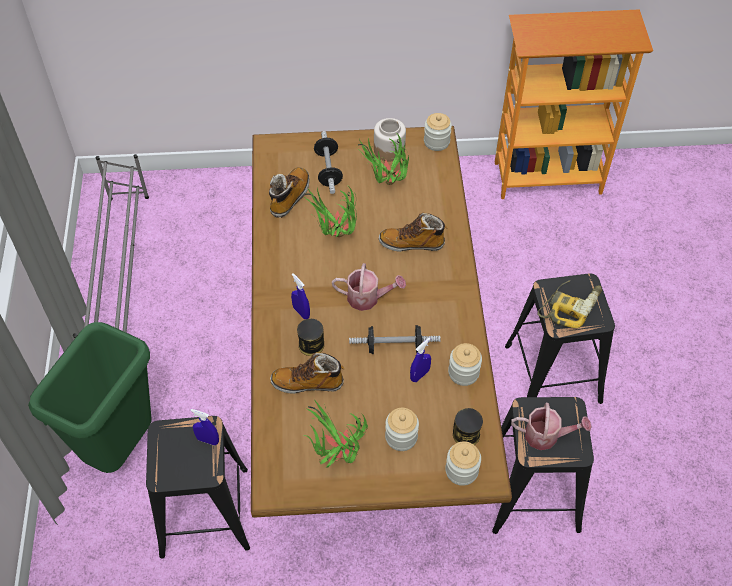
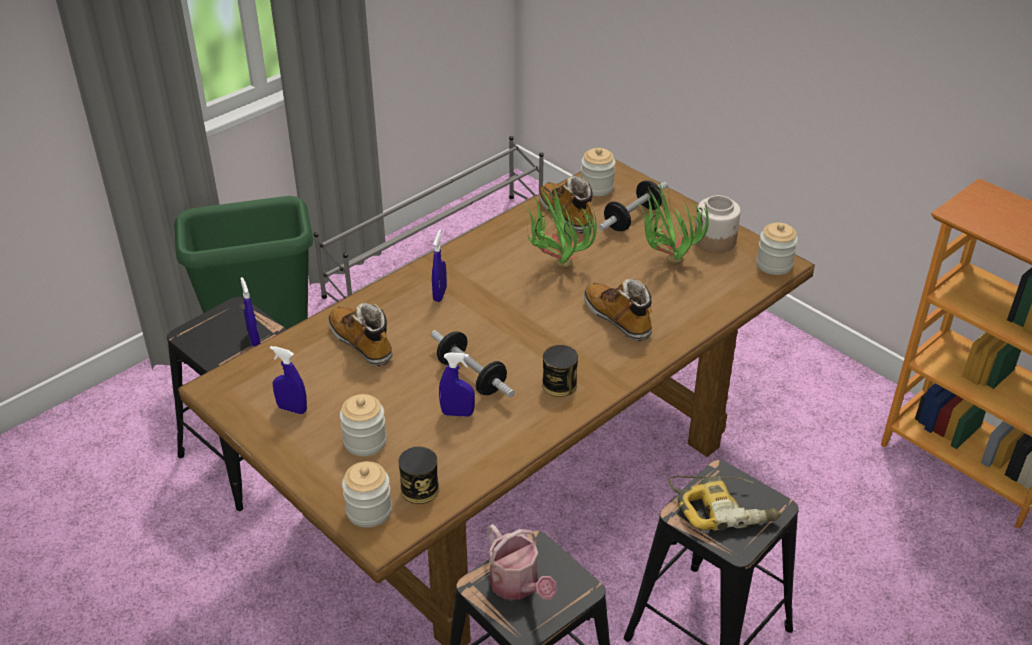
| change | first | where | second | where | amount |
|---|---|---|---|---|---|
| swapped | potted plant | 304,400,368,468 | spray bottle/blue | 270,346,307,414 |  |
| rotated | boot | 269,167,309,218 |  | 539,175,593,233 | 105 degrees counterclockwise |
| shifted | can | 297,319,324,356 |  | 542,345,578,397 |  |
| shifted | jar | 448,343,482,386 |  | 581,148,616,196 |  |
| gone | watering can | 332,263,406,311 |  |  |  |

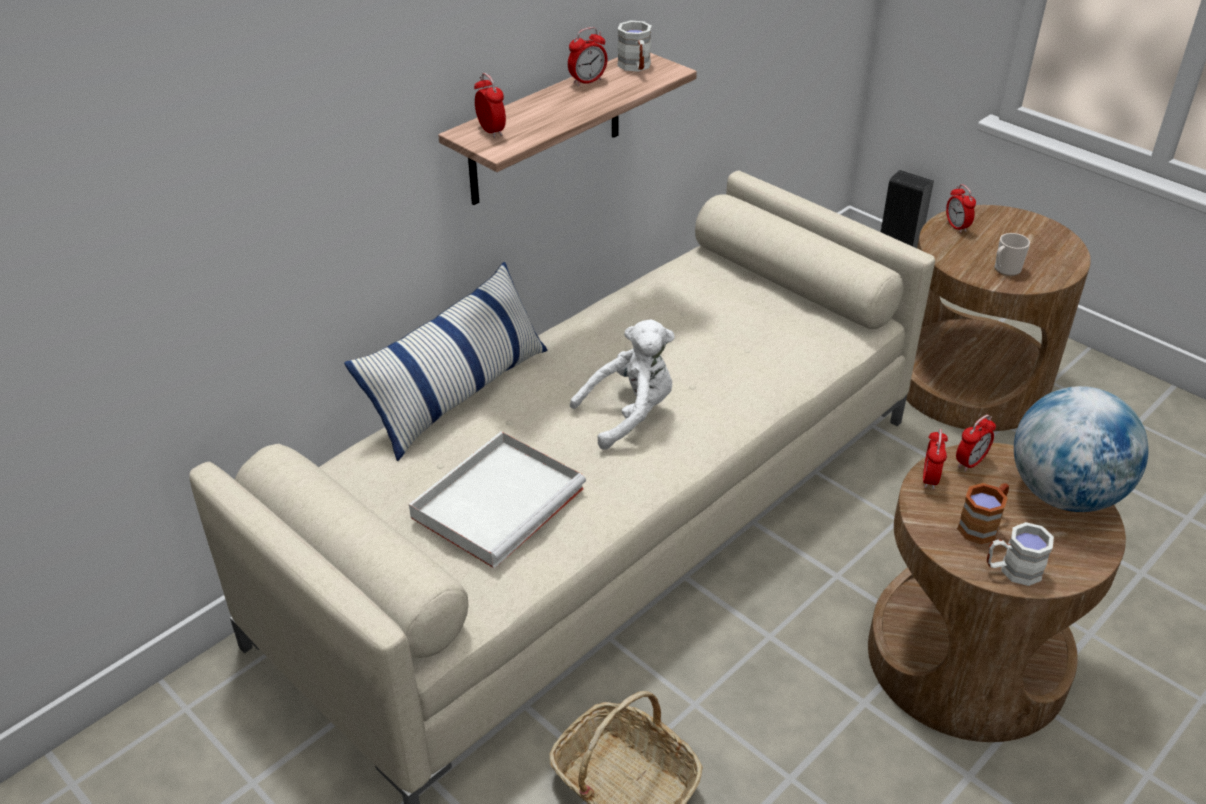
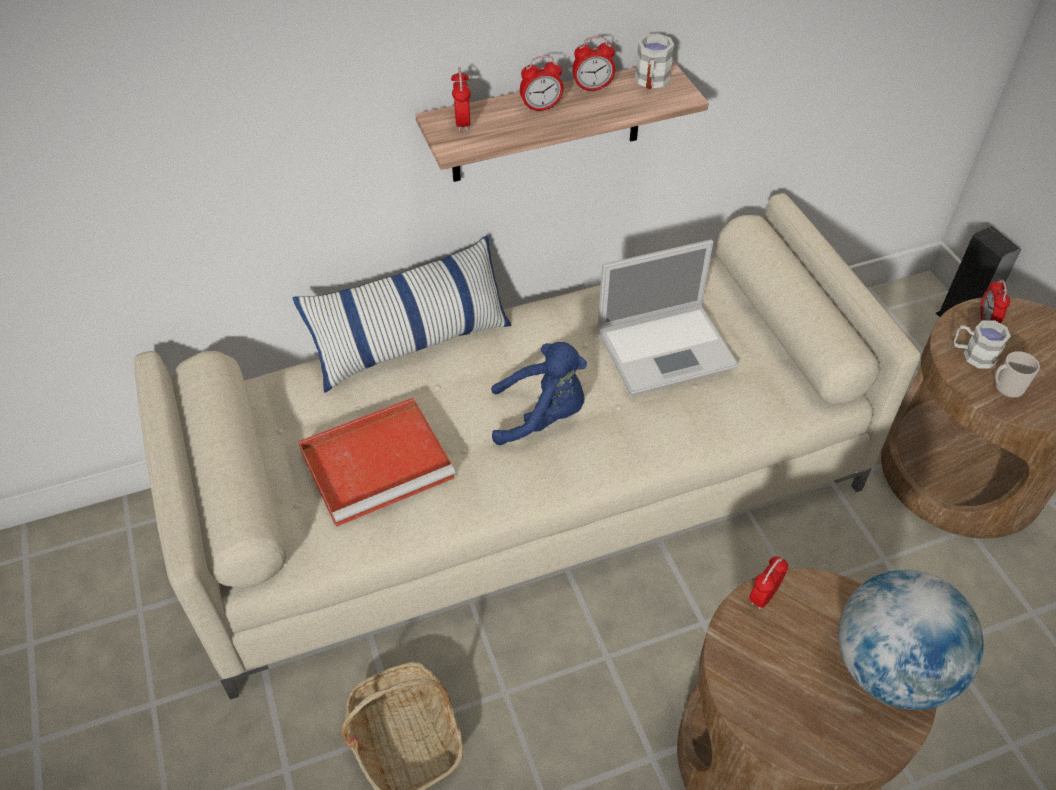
| change | first | where | second | where | amount |
|---|---|---|---|---|---|
| repainted | tray/white | 409,431,586,569 | tray/red | 298,397,455,527 |  |
| repainted | plush toy/white | 570,319,675,450 | plush toy/blue | 491,342,587,445 |  |
| shifted | alarm clock | 956,415,996,472 |  | 520,56,564,113 |  |
| new |  |  | laptop | 598,239,739,395 |  |
| shifted | mug/white | 987,522,1054,586 |  | 953,320,1011,369 |  |
| gone | mug/brown | 957,483,1009,544 |  |  |  |

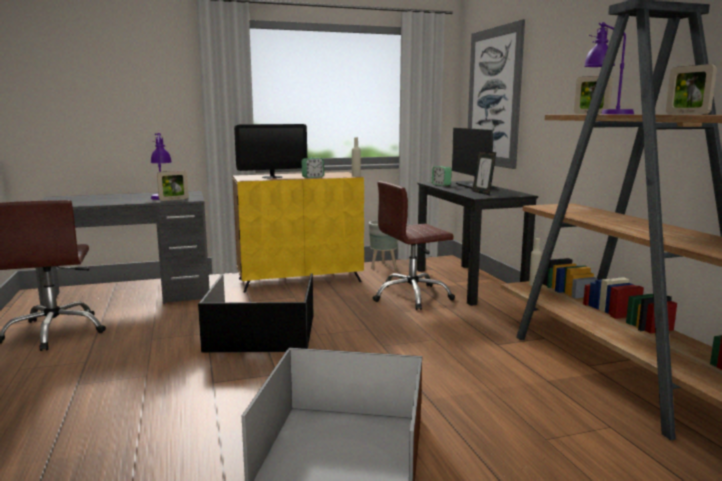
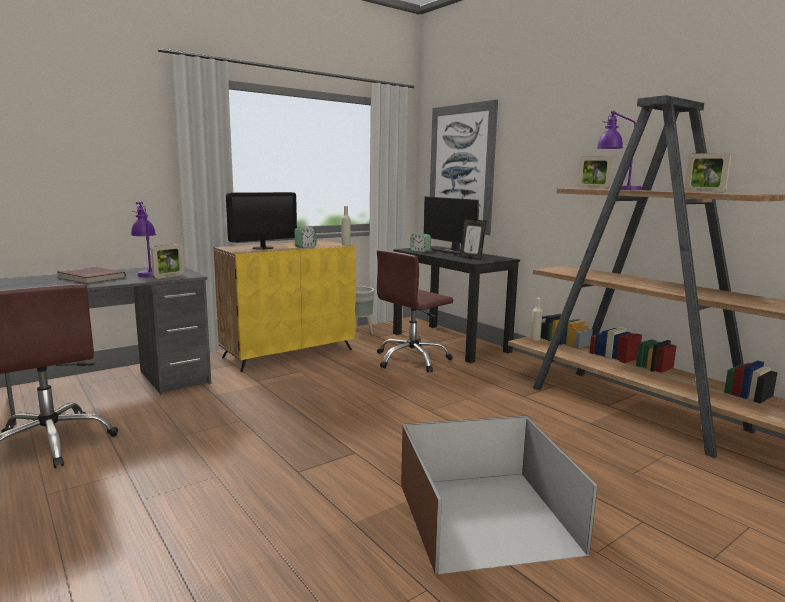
| change | first | where | second | where | amount |
|---|---|---|---|---|---|
| new |  |  | book/red | 57,267,126,284 |  |
| gone | storage box/black | 198,273,314,353 |  |  |  |

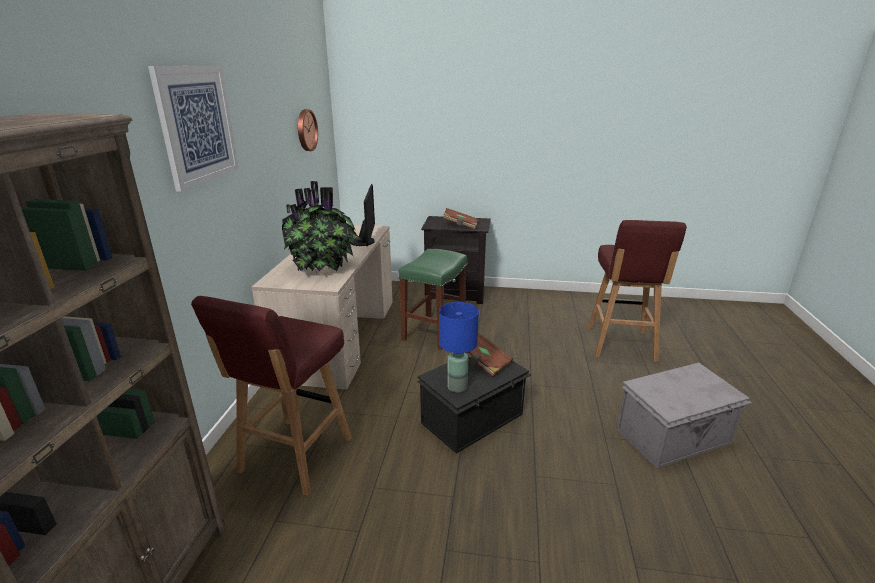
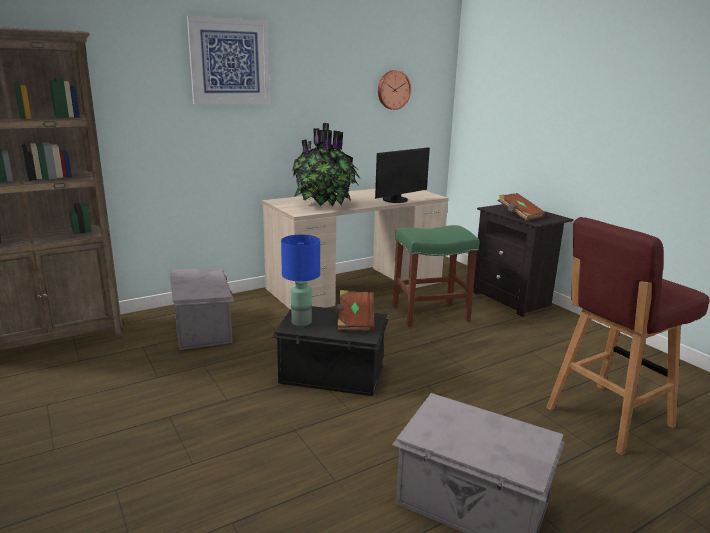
| change | first | where | second | where | amount |
|---|---|---|---|---|---|
| swapped | stool/red | 191,296,352,495 | storage box/grey | 169,267,234,350 |  |

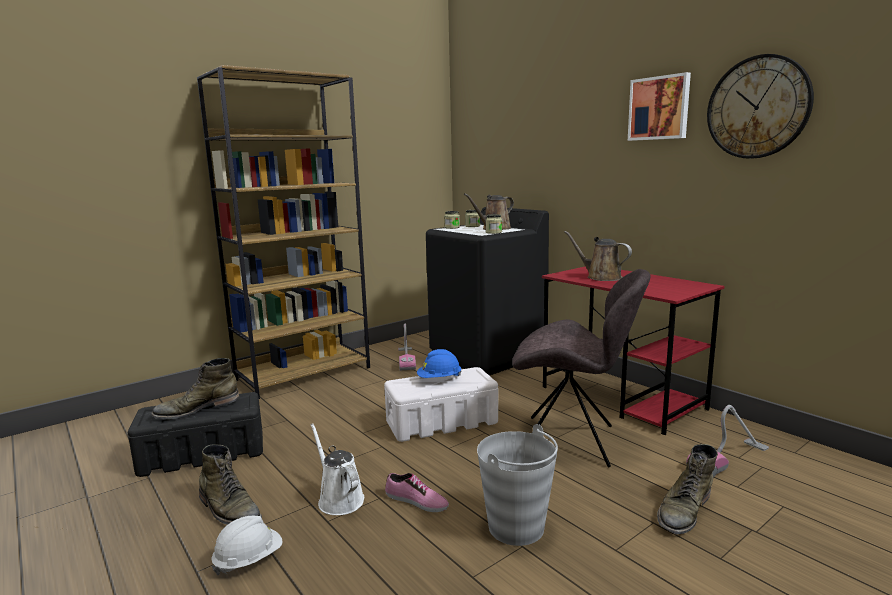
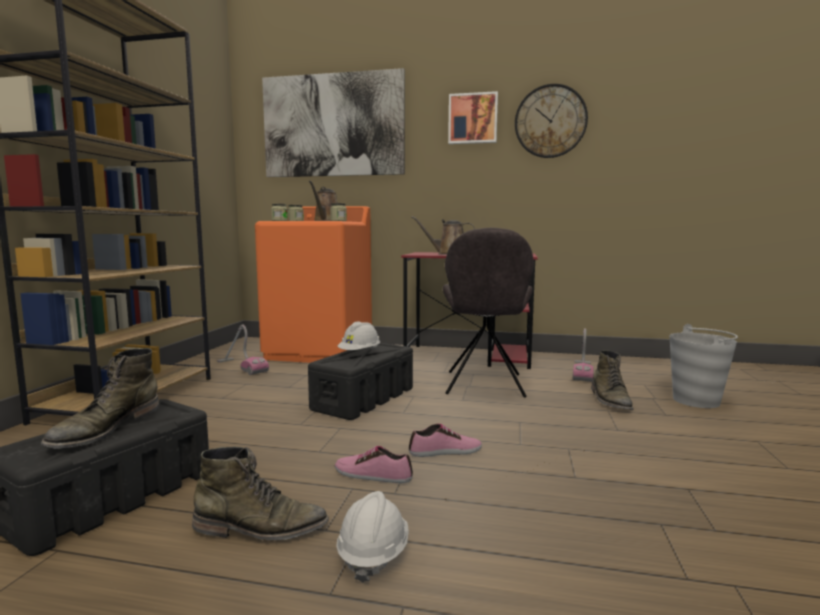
| change | first | where | second | where | amount |
|---|---|---|---|---|---|
| repainted | washing machine/black | 426,207,549,376 | washing machine/orange | 255,206,372,363 |  |
| new |  |  | picture | 262,68,405,177 |  |
| repainted | storage box/white | 384,367,498,442 | storage box/black | 308,343,413,420 |  |
| swapped | watering can/white | 311,423,364,515 | shoe | 335,446,413,483 |  |
| repainted | hard hat/blue | 417,349,462,378 | hard hat/white | 337,321,380,350 |  |
| rotated | chair/grey | 512,269,650,467 |  | 443,228,534,398 | 120 degrees clockwise |
| shifted | bucket/grey | 477,424,558,546 |  | 669,324,738,408 |  |

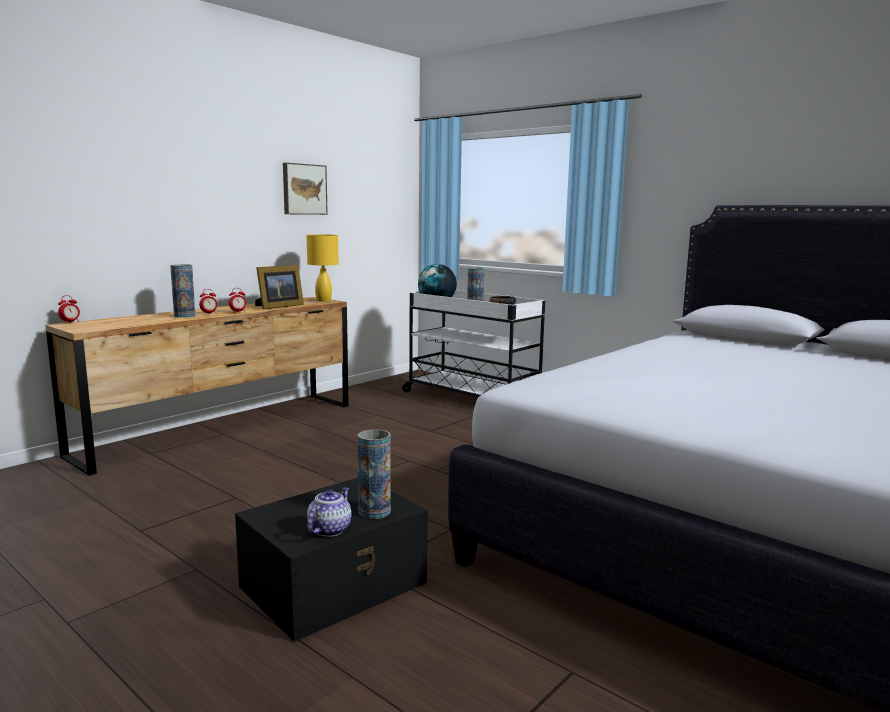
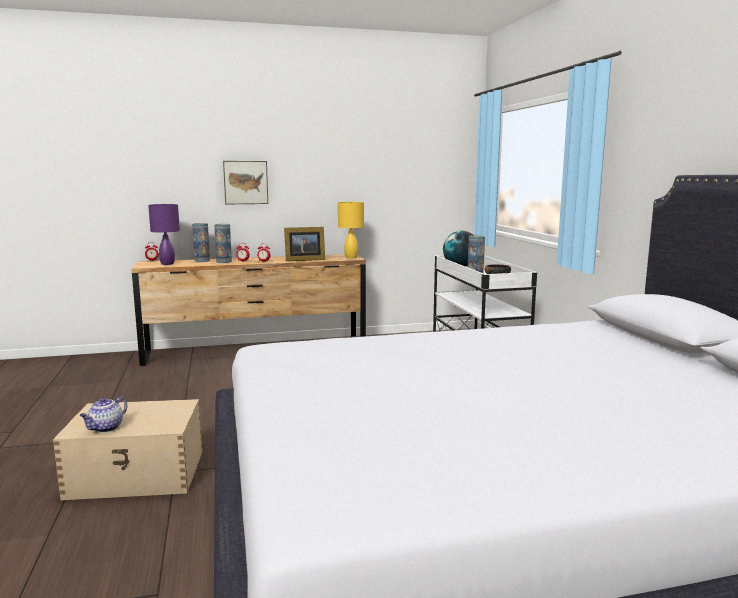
| change | first | where | second | where | amount |
|---|---|---|---|---|---|
| repainted | storage box/black | 235,478,428,642 | storage box/beige | 53,399,202,500 |  |
| rotated | teapot | 307,487,351,537 |  | 80,397,127,432 | 150 degrees clockwise |
| new |  |  | table lamp/purple | 148,204,180,265 |  |
| shifted | vase | 357,429,391,519 |  | 192,223,210,262 |  |
| shifted | picture | 283,163,328,215 |  | 223,161,268,205 |  |

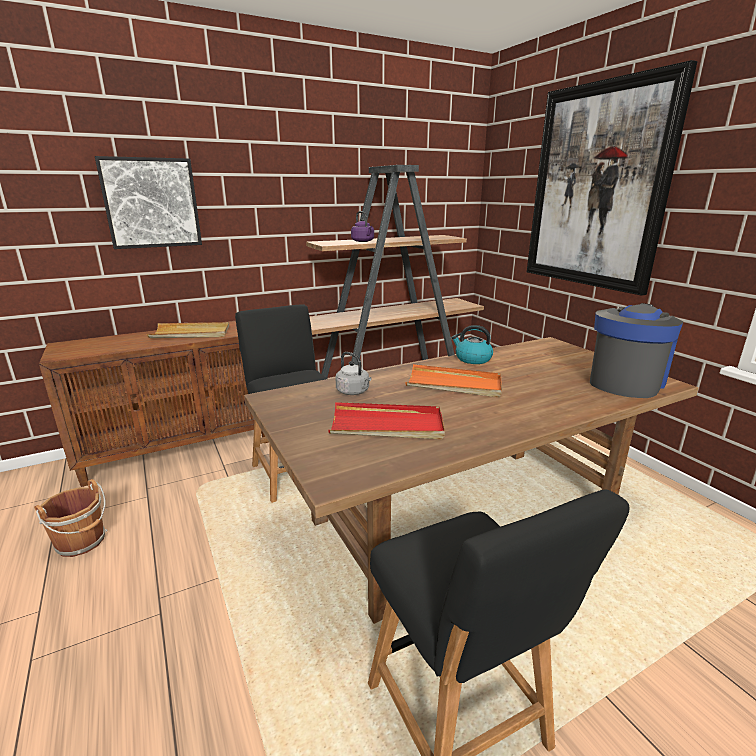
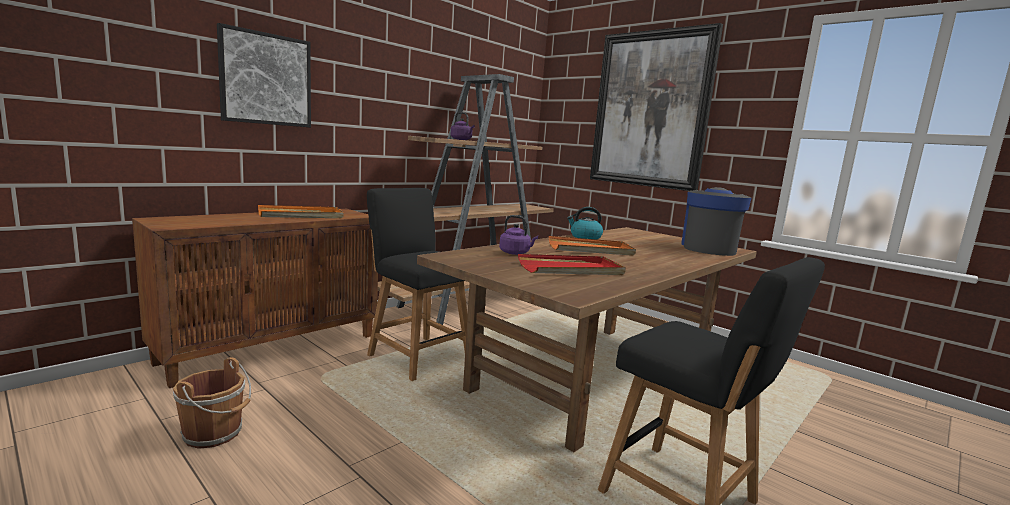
| change | first | where | second | where | amount |
|---|---|---|---|---|---|
| repainted | tray/beige | 147,322,229,338 | tray/orange | 258,205,344,218 |  |
| repainted | kettle/grey | 336,352,372,395 | kettle/purple | 499,215,538,255 |  |

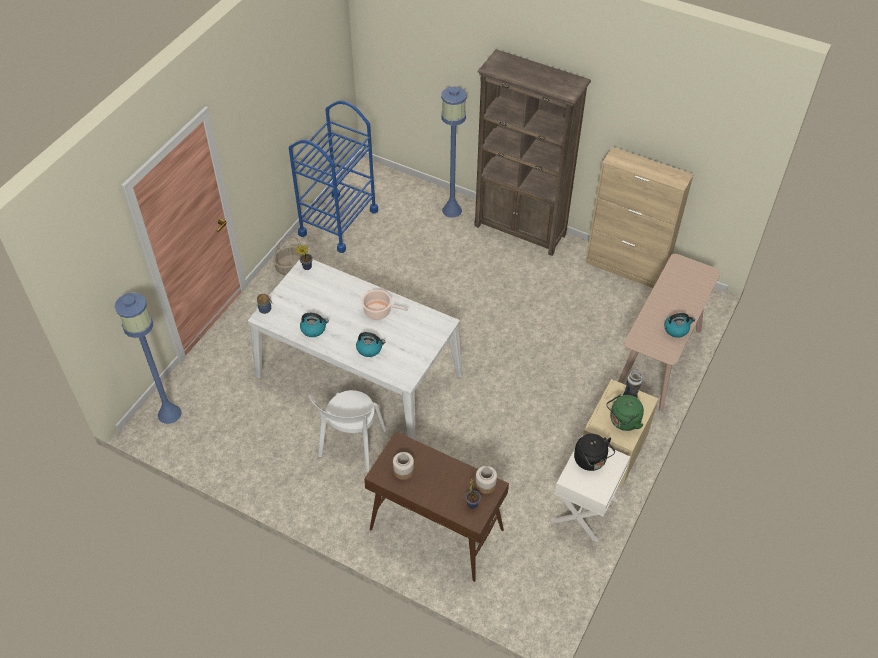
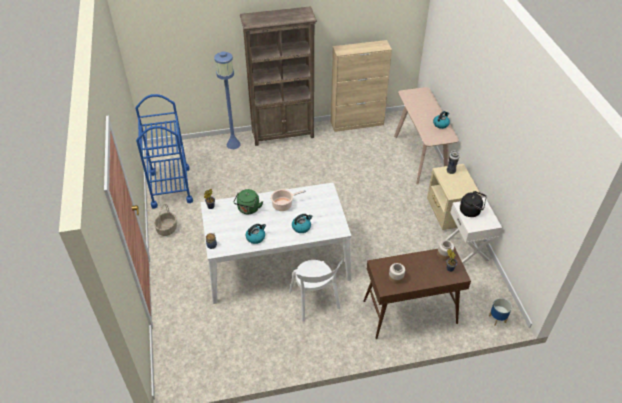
| change | first | where | second | where | amount |
|---|---|---|---|---|---|
| shifted | kettle/green | 606,394,644,431 |  | 233,189,263,214 |  |
| new |  |  | planter | 489,298,512,326 |  |
| gone | floor lamp/blue | 115,292,182,424 |  |  |  |

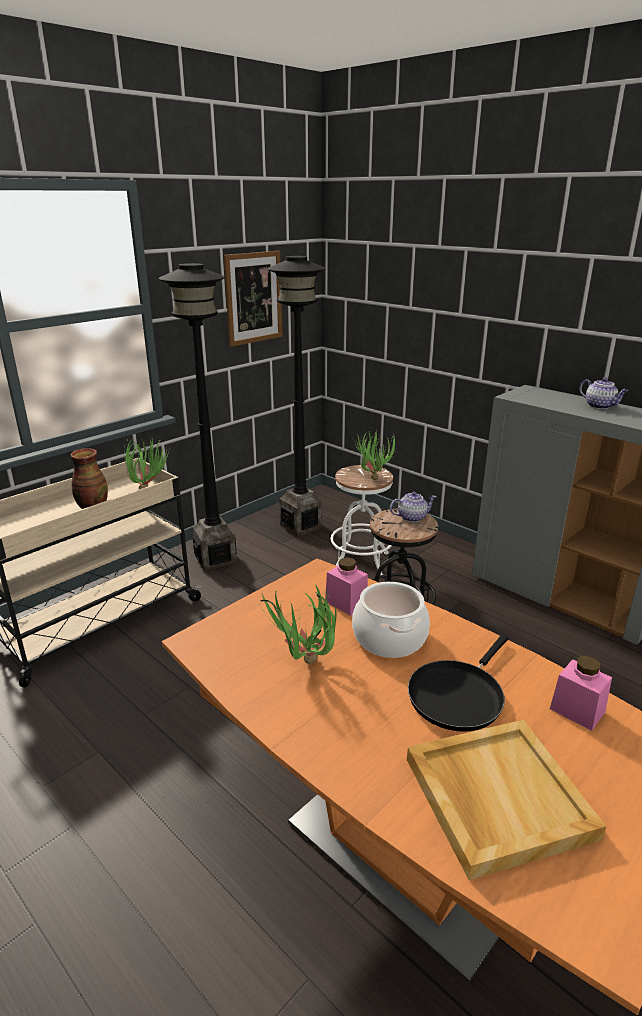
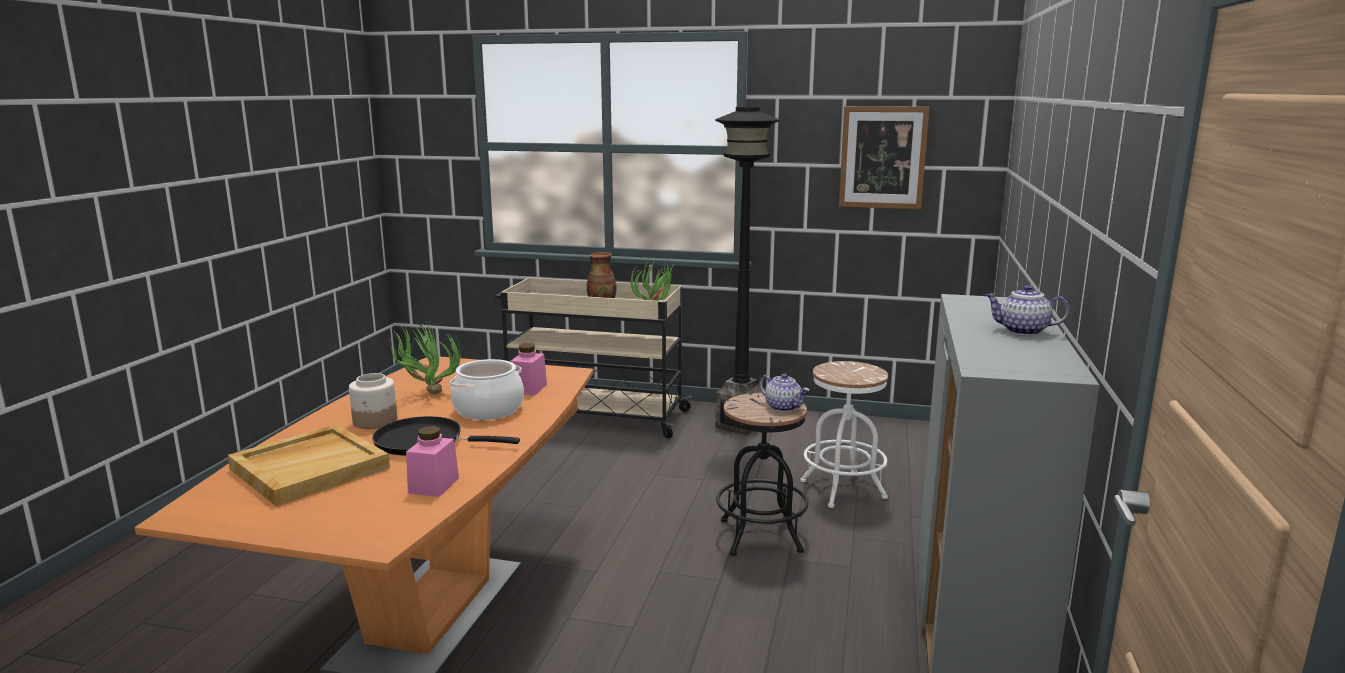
| change | first | where | second | where | amount |
|---|---|---|---|---|---|
| new |  |  | jar | 349,373,397,429 |  |
| rotated | teapot | 579,378,628,409 |  | 985,285,1070,335 | 90 degrees clockwise |
| gone | floor lamp/black | 268,256,326,537 |  |  |  |
| gone | potted plant | 354,431,396,480 |  |  |  |

